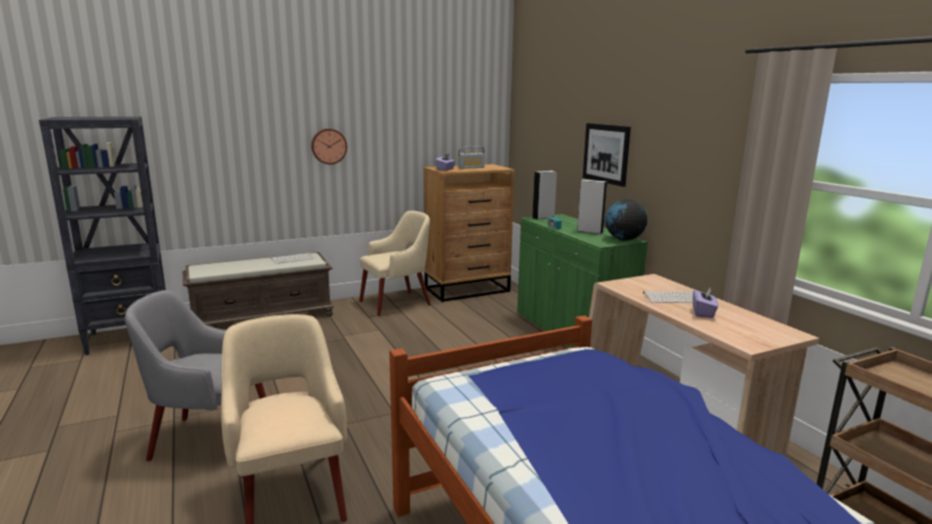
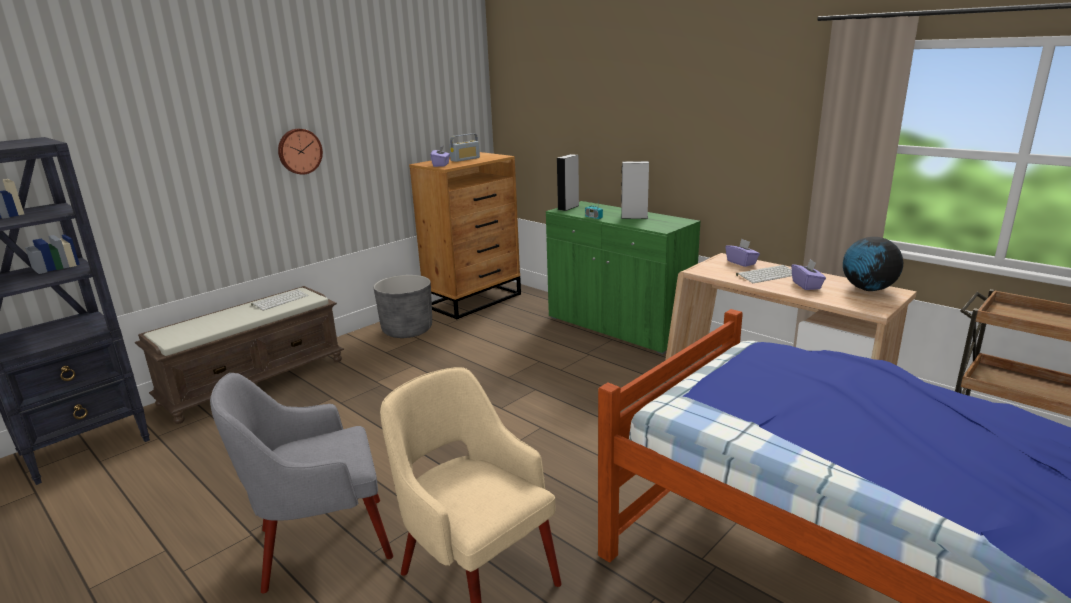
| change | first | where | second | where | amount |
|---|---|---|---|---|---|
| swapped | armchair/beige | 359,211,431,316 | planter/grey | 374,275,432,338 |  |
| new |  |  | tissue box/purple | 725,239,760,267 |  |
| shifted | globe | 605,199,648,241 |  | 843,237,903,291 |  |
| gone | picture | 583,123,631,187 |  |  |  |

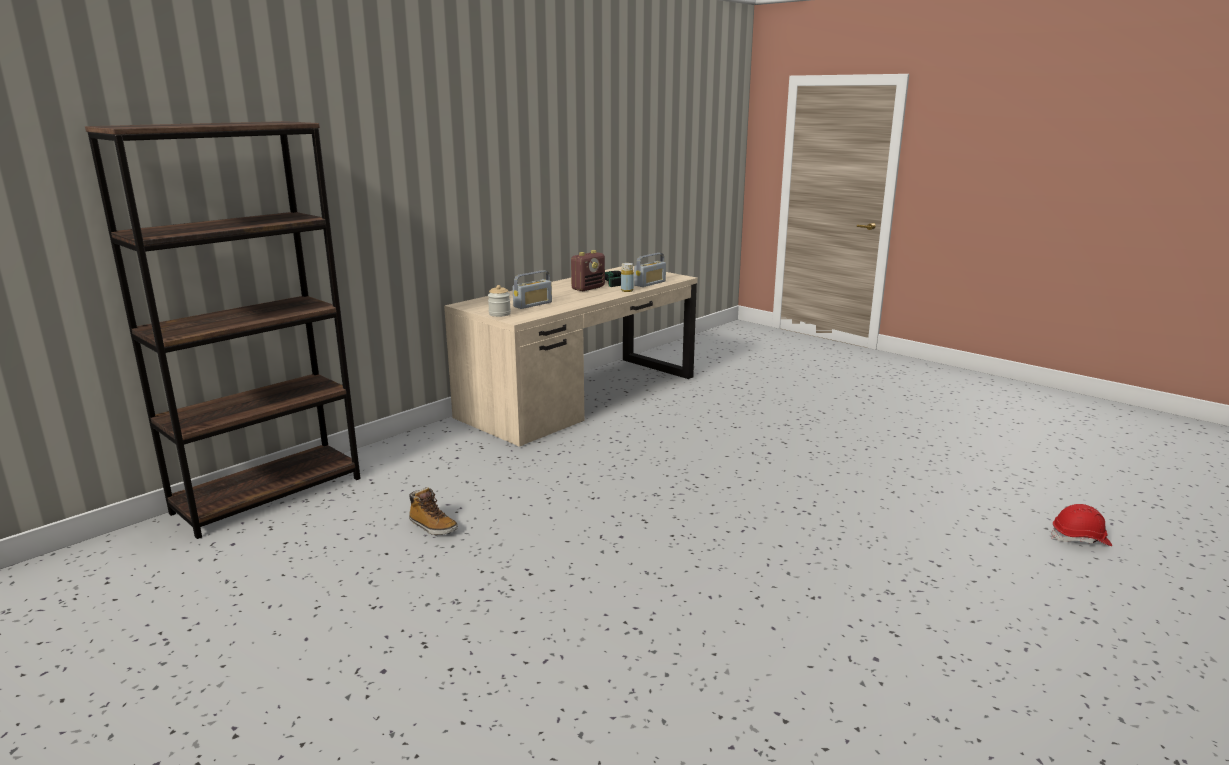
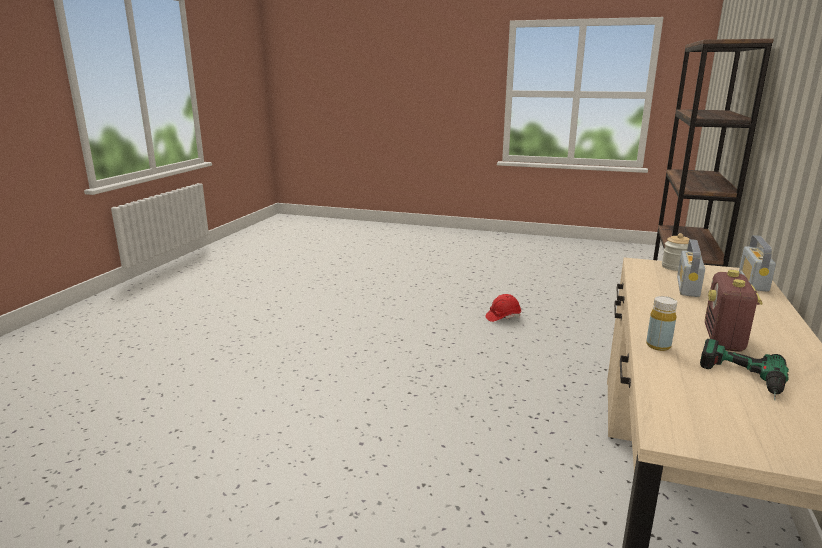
| change | first | where | second | where | amount |
|---|---|---|---|---|---|
| shifted | hard hat/red | 1051,504,1112,546 |  | 485,294,521,322 |  |
| shifted | radio | 634,253,666,287 |  | 739,235,776,292 |  |
| gone | boot | 409,487,458,535 |  |  |  |

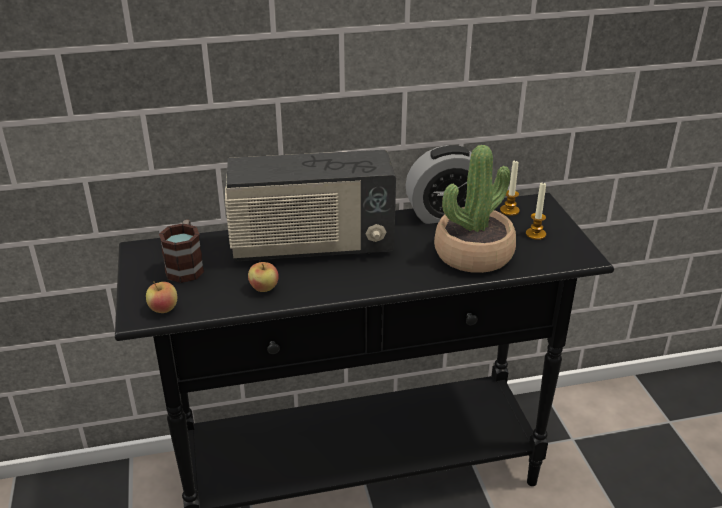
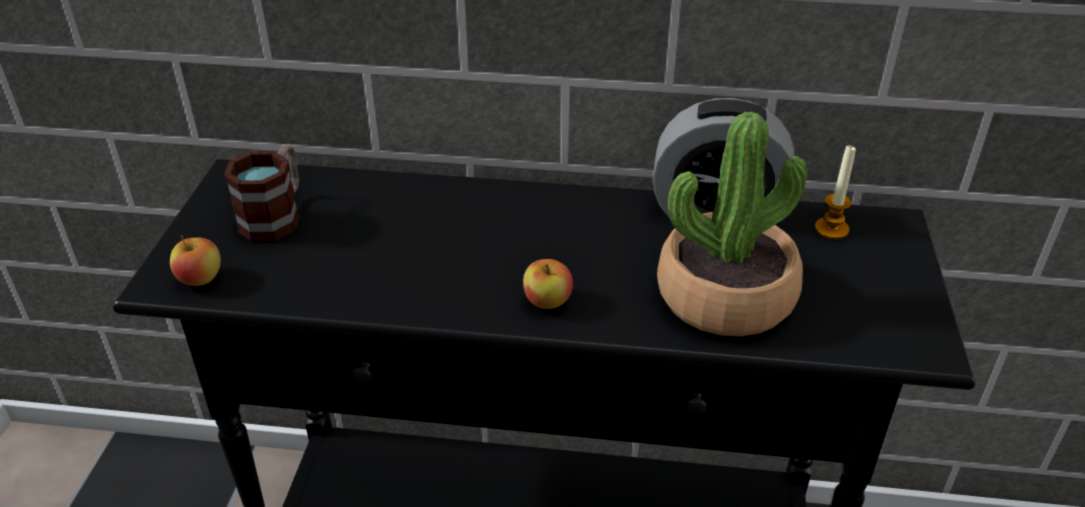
| change | first | where | second | where | amount |
|---|---|---|---|---|---|
| shifted | apple | 248,262,279,292 |  | 523,259,573,309 |  |
| gone | radio | 225,150,396,262 |  |  |  |
| gone | candle | 526,182,546,240 |  |  |  |

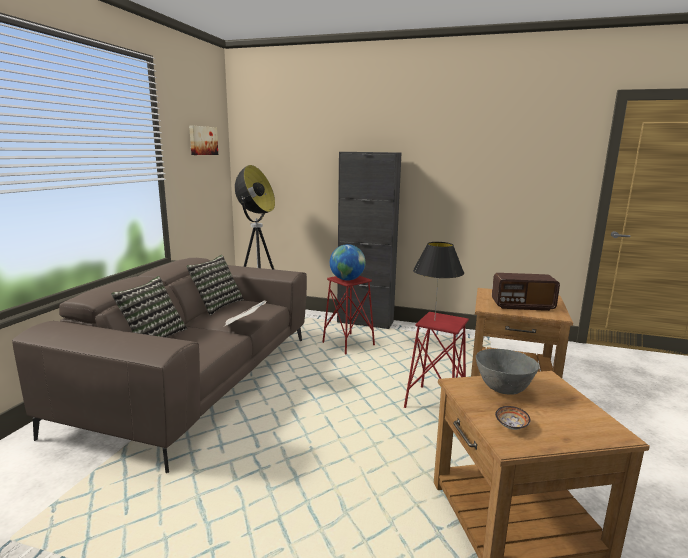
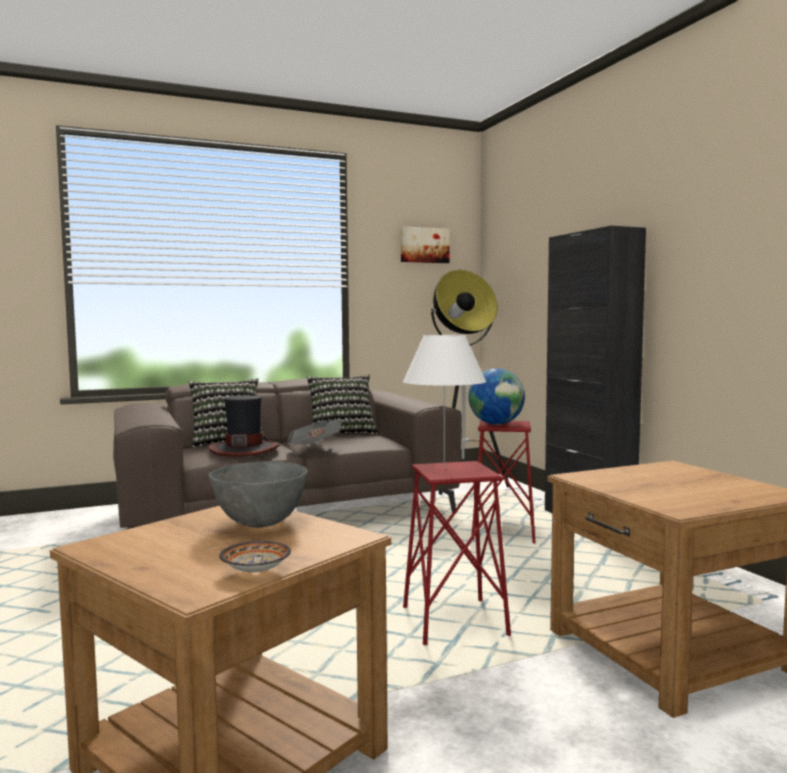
| change | first | where | second | where | amount |
|---|---|---|---|---|---|
| new |  |  | hat | 208,395,280,457 |  |
| shifted | bowl | 495,406,531,430 |  | 219,541,291,572 |  |
| repainted | table lamp/black | 413,242,464,321 | table lamp/white | 403,335,486,467 |  |
| gone | radio | 492,273,560,311 |  |  |  |

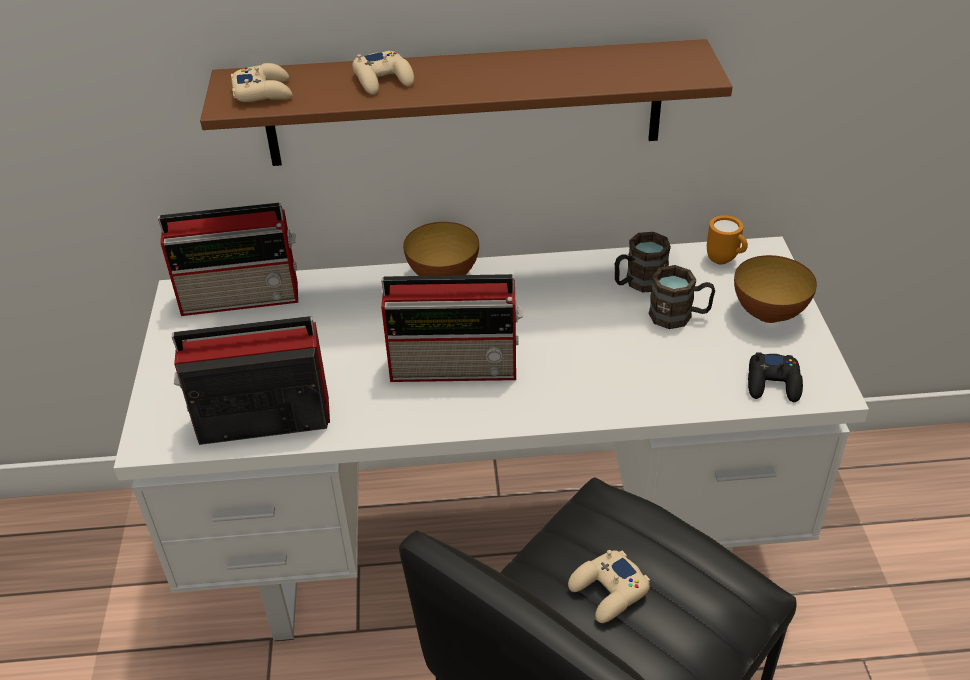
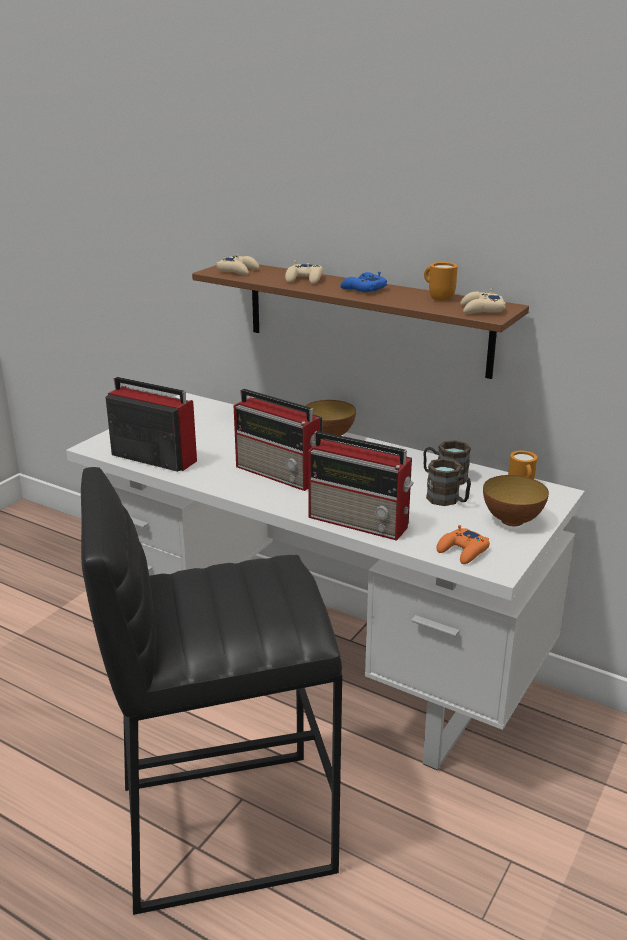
| change | first | where | second | where | amount |
|---|---|---|---|---|---|
| shifted | radio | 158,203,298,316 |  | 308,431,414,541 |  |
| new |  |  | game controller/blue | 341,272,387,292 |  |
| new |  |  | mug/orange | 424,262,458,301 |  |
| repainted | game controller/black | 748,352,803,402 | game controller/orange | 436,525,490,564 |  |
| shifted | game controller/beige | 568,550,650,623 |  | 460,288,506,314 |  |

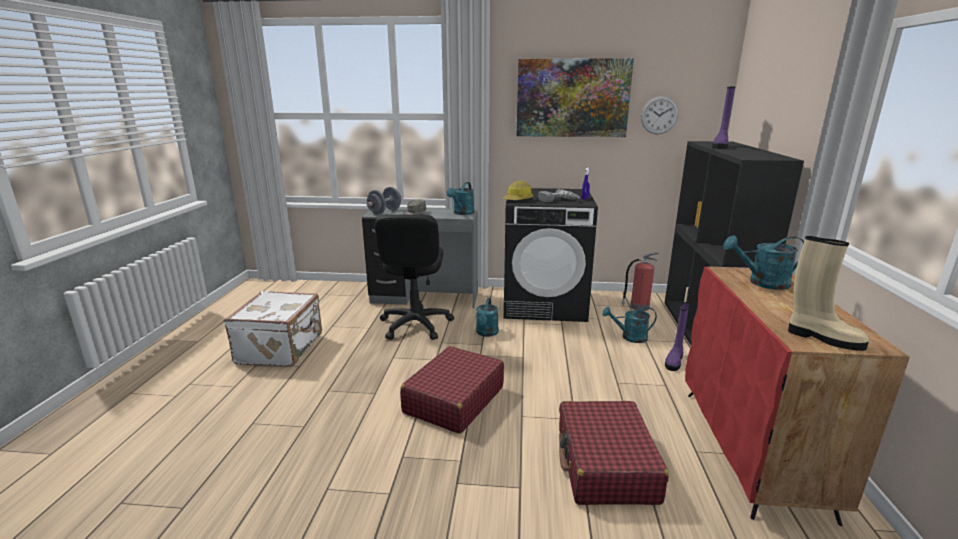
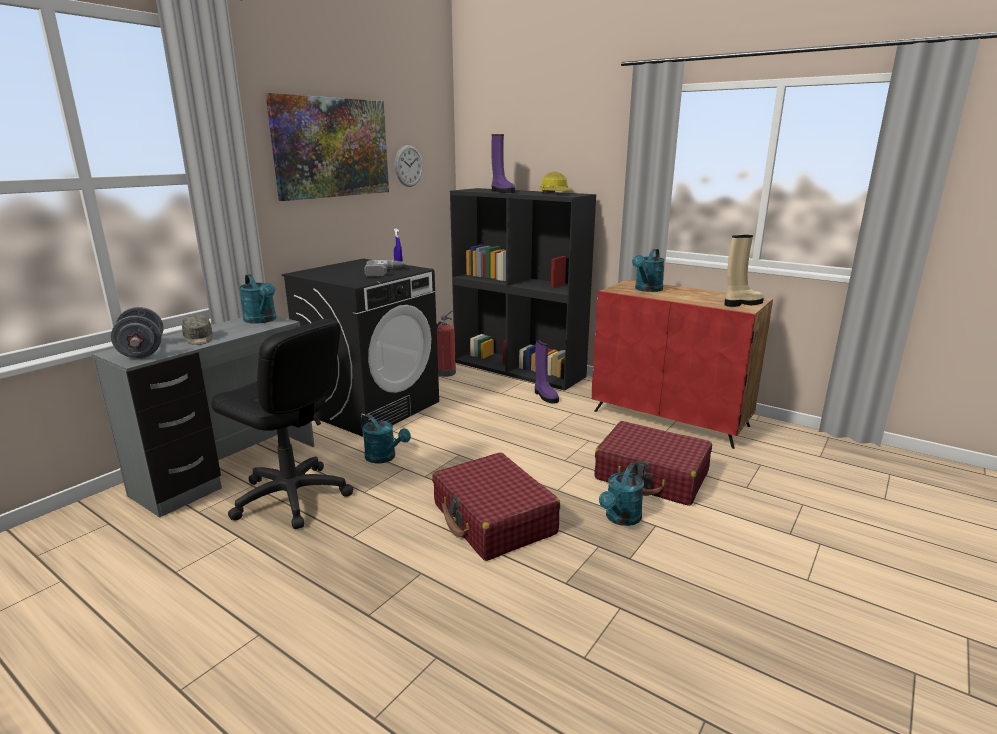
| change | first | where | second | where | amount |
|---|---|---|---|---|---|
| shifted | hard hat | 503,180,533,200 |  | 539,171,571,193 |  |
| shifted | watering can/turquoise | 602,307,657,343 |  | 599,463,644,526 |  |
| gone | suitcase/white | 224,291,322,367 |  |  |  |

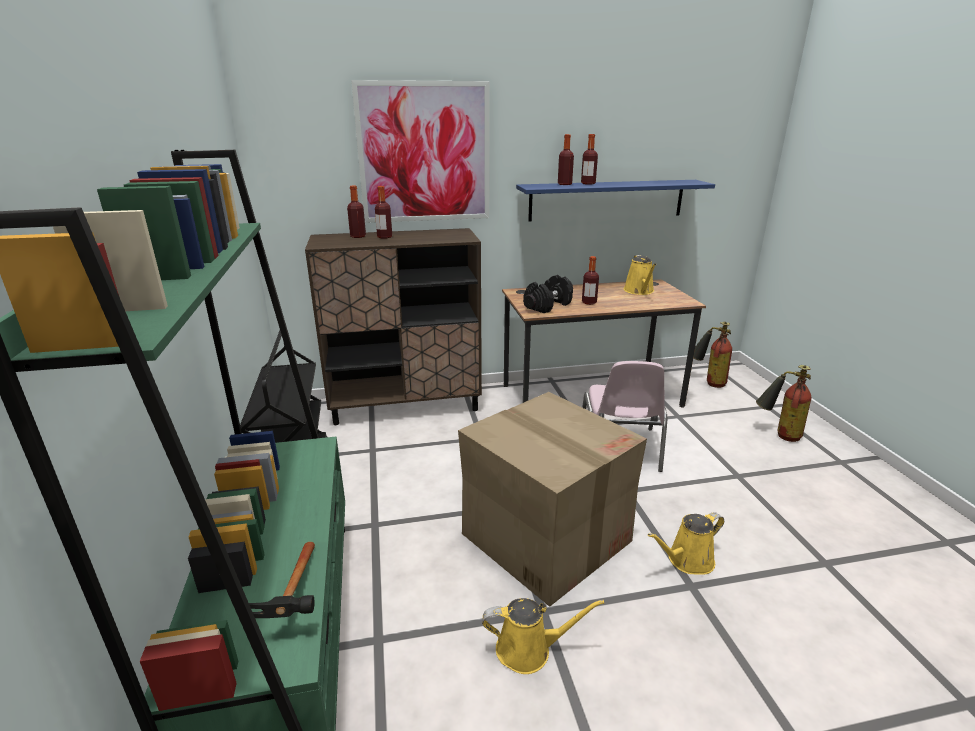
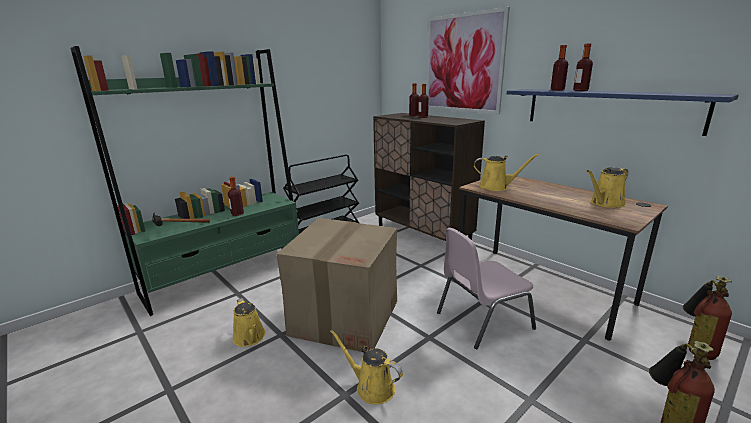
| change | first | where | second | where | amount |
|---|---|---|---|---|---|
| shifted | bottle | 582,256,599,305 |  | 228,177,244,216 |  |
| swapped | dumbbell/black | 523,275,573,313 | watering can/yellow | 474,154,539,191 |  |

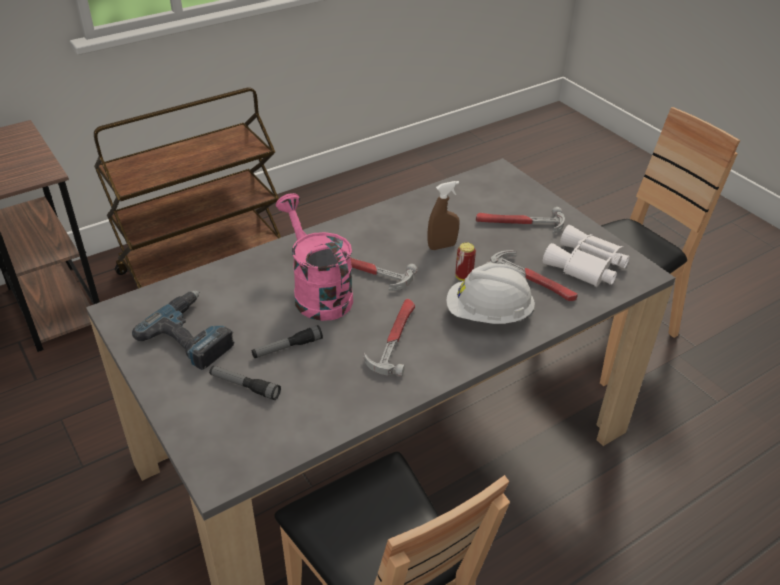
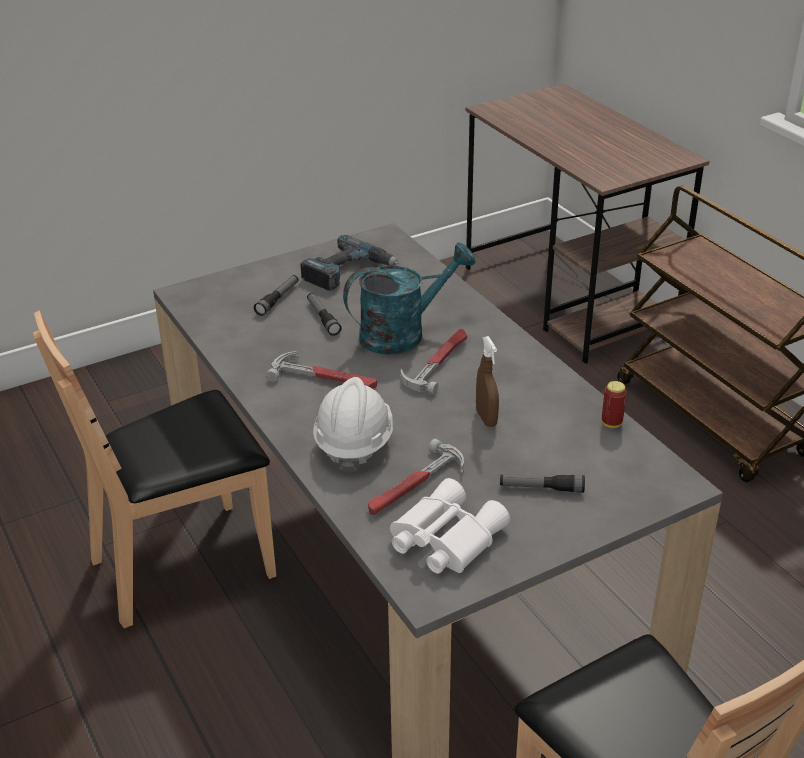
| change | first | where | second | where | amount |
|---|---|---|---|---|---|
| repainted | watering can/pink | 276,193,353,321 | watering can/turquoise | 343,242,476,354 |  |
| swapped | hammer | 476,207,565,234 | flashlight | 500,474,585,493 |  |
| shifted | can | 455,242,476,281 |  | 602,381,627,428 |  |

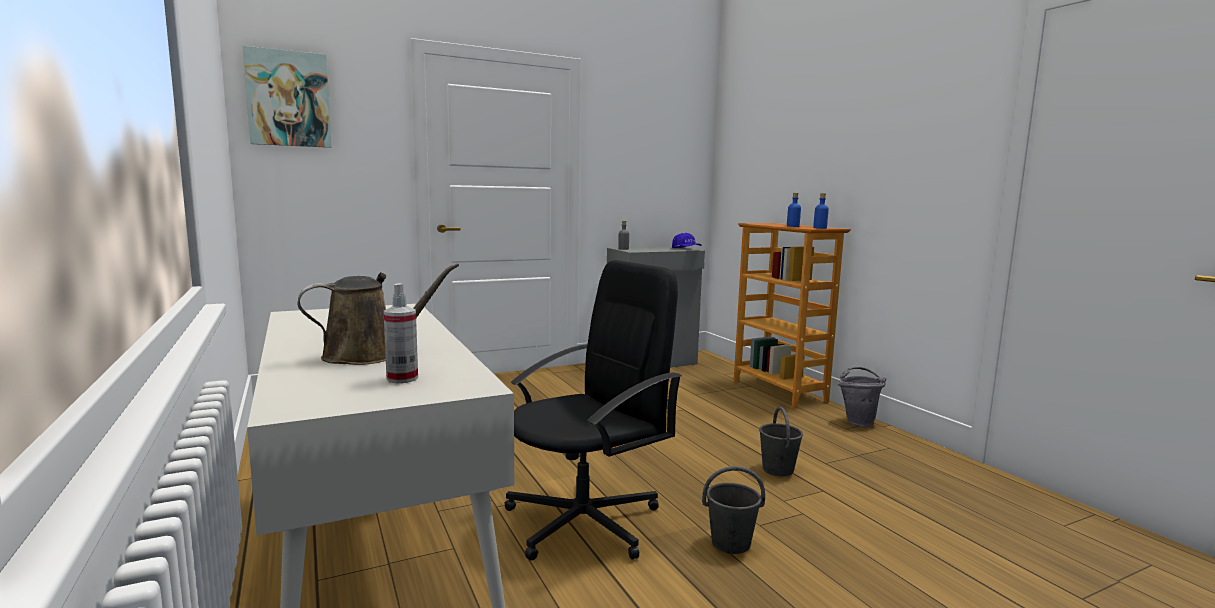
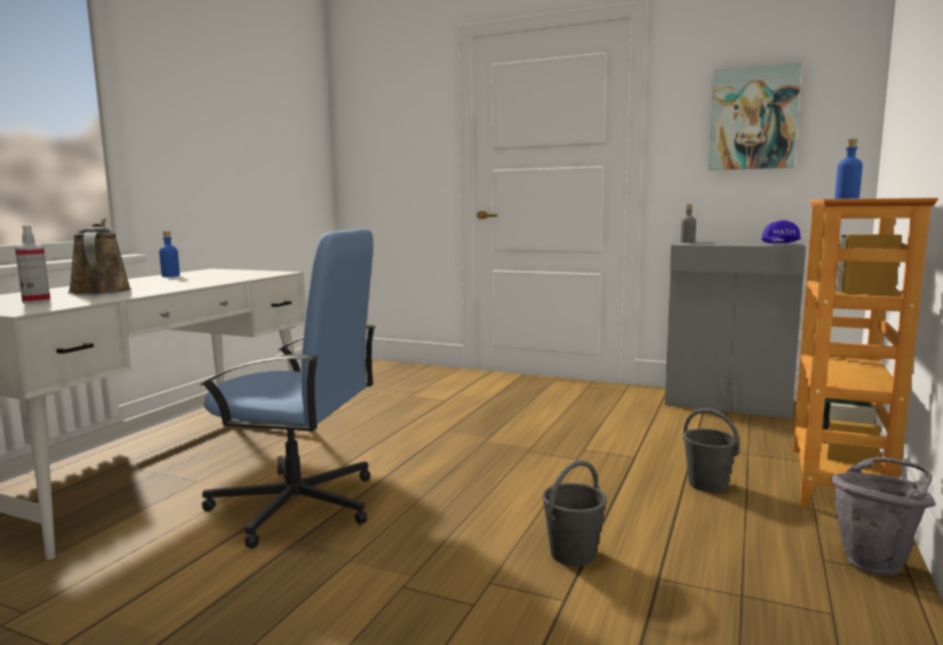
| change | first | where | second | where | amount |
|---|---|---|---|---|---|
| rotated | watering can/brown | 297,263,459,365 |  | 68,218,132,295 | 135 degrees counterclockwise |
| shifted | bottle/blue | 813,193,829,229 |  | 159,231,180,277 |  |
| repainted | office chair/black | 504,260,682,561 | office chair/blue | 199,229,376,548 |  |
| shifted | bucket/grey | 702,466,765,554 |  | 683,408,739,492 |  |
| shifted | picture | 243,46,332,148 |  | 709,62,802,170 |  |

